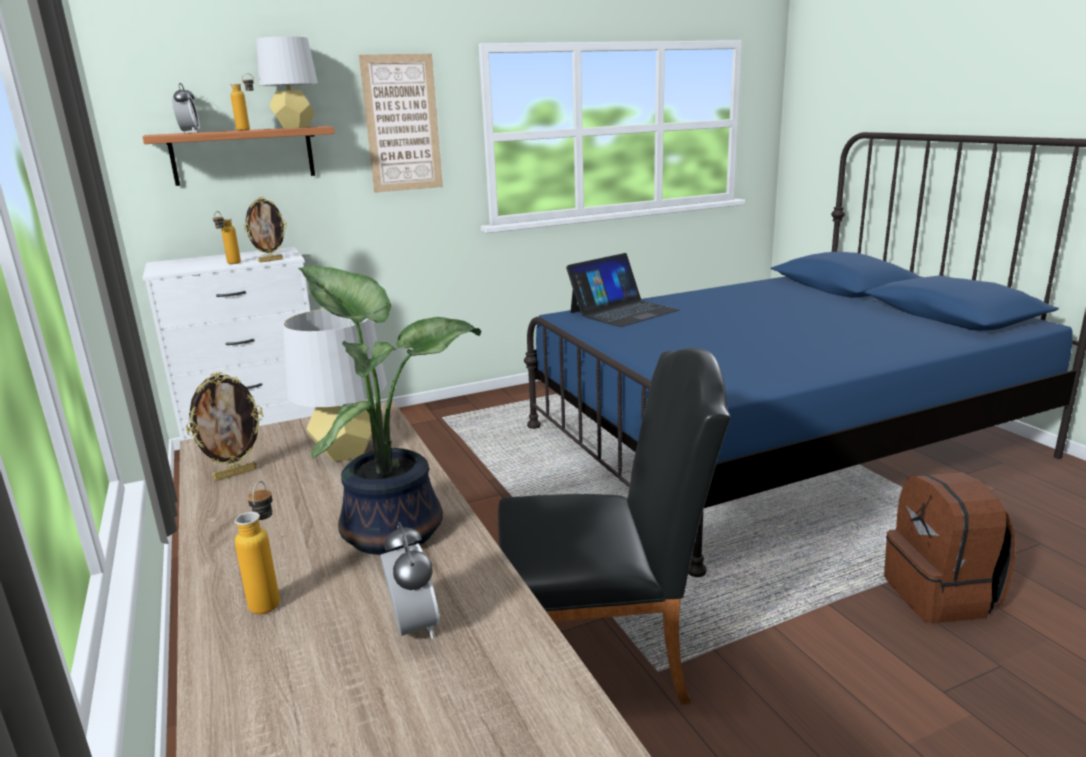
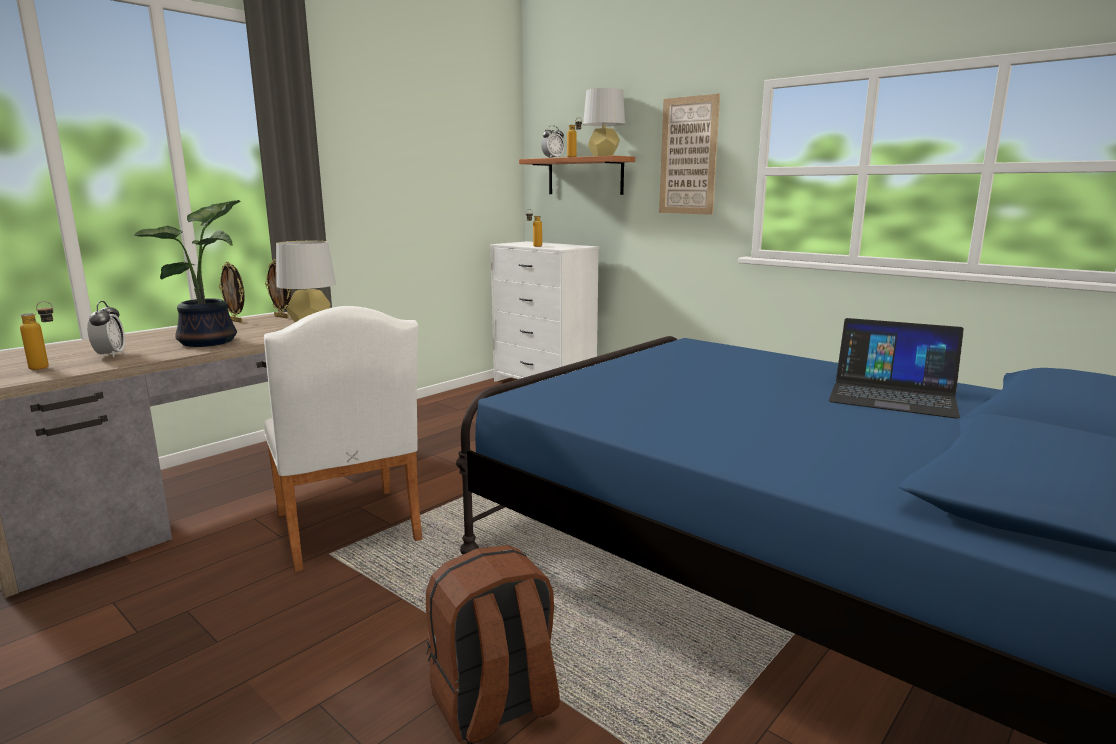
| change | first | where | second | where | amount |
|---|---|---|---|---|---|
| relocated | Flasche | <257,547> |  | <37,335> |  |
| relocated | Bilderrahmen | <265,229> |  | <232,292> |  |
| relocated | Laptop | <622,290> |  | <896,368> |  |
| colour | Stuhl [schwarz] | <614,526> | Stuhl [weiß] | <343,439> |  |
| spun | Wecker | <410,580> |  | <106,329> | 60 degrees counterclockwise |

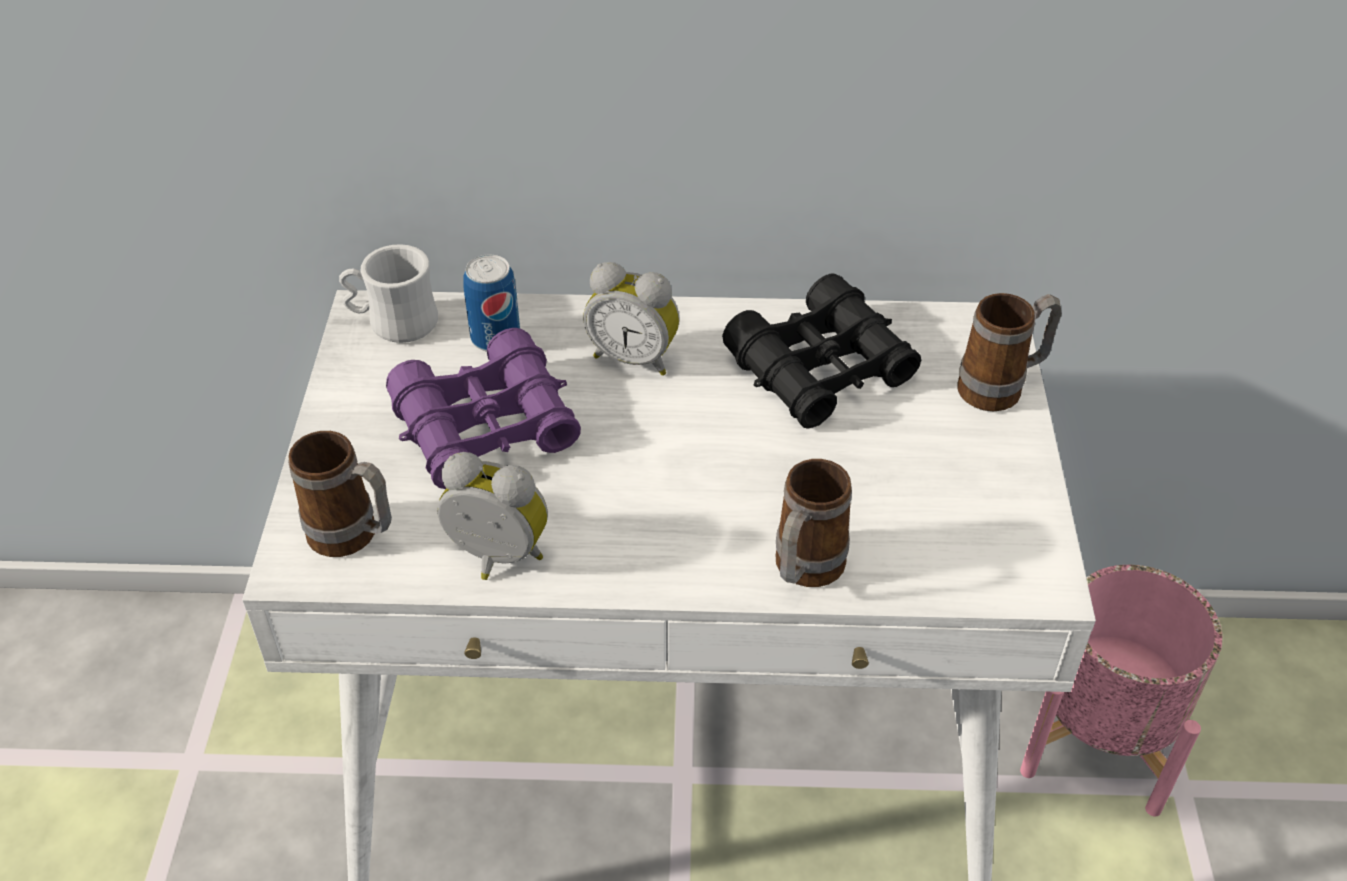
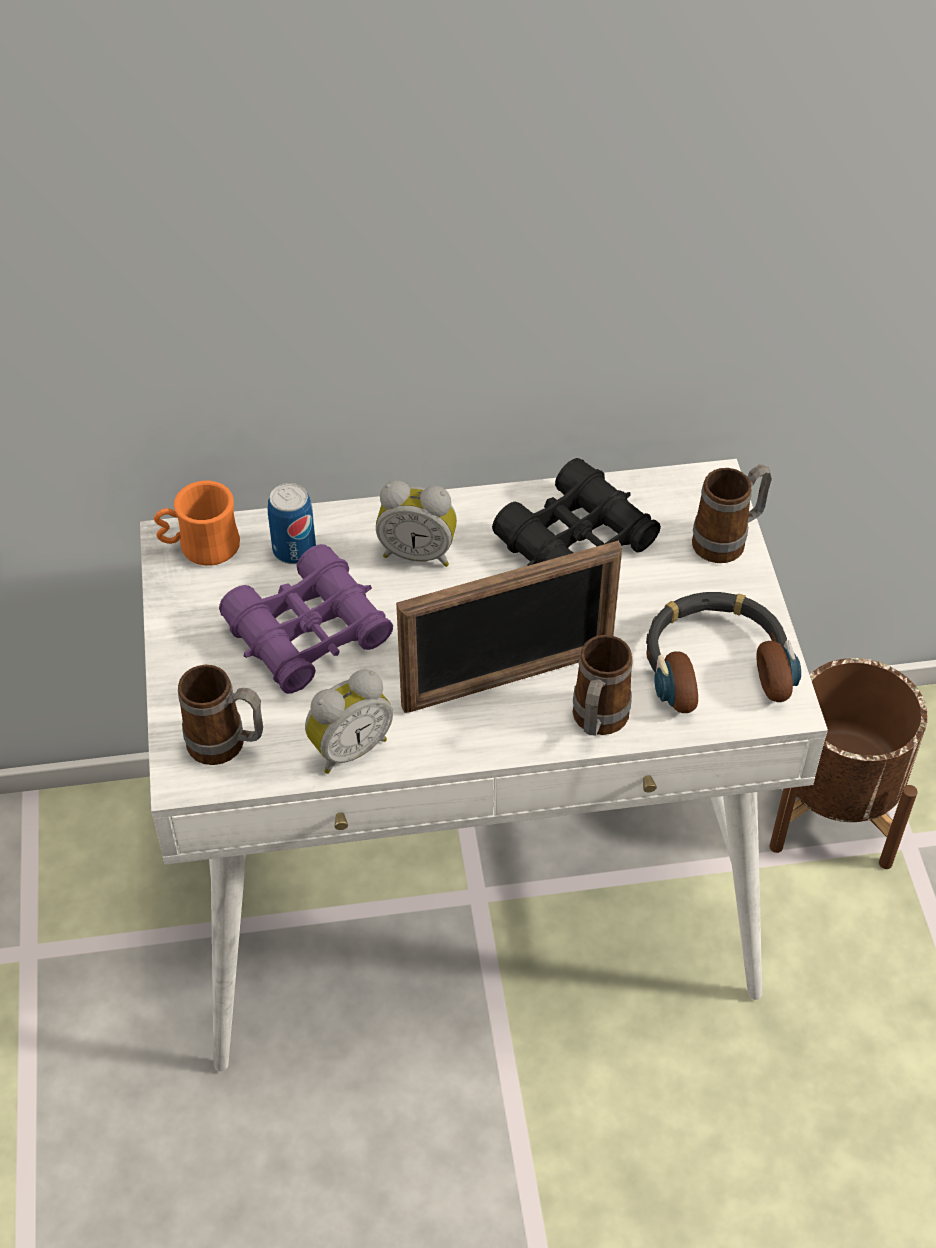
| change | first | where | second | where | amount |
|---|---|---|---|---|---|
| appeared |  |  | Bilderrahmen | <509,627> |  |
| appeared |  |  | Kopfhörer | <723,652> |  |
| colour | Henkelbecher [weiß] | <388,293> | Henkelbecher [orange] | <197,523> |  |
| colour | Pflanzkübel [rosa] | <1121,691> | Pflanzkübel [braun] | <849,763> |  |
| spun | Wecker | <492,516> |  | <349,721> | 135 degrees clockwise |

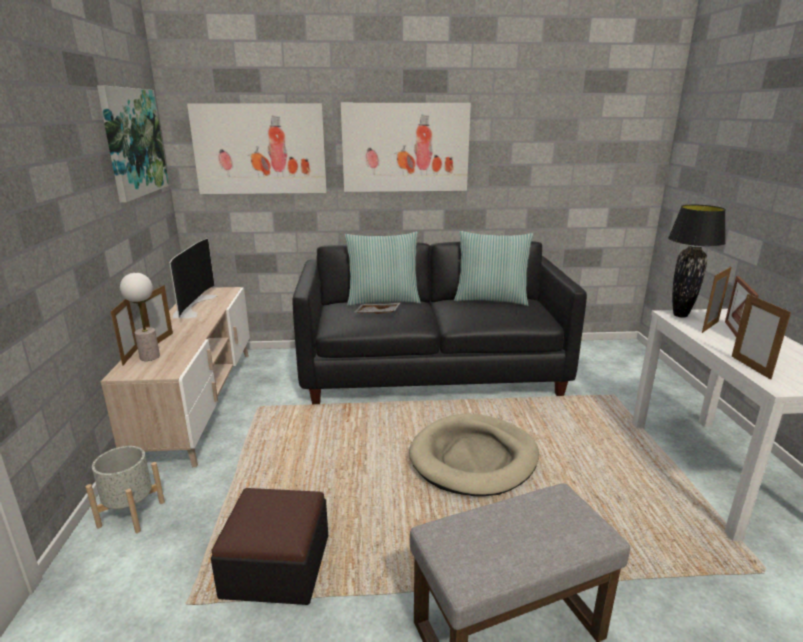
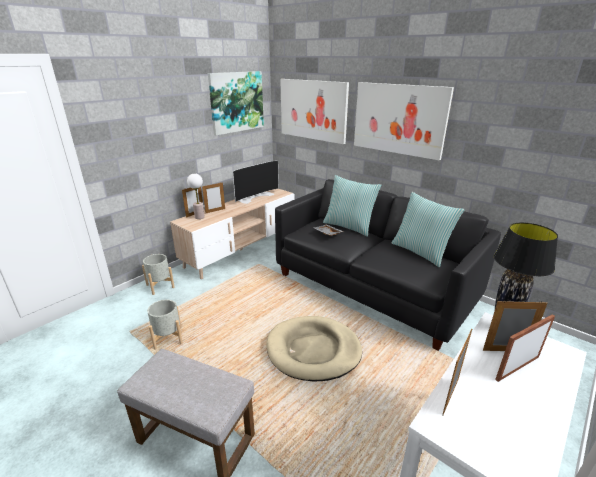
| change | first | where | second | where | amount |
|---|---|---|---|---|---|
| exchanged | Polsterhocker | <269,546> | Pflanzkübel [grau] | <165,324> |  |

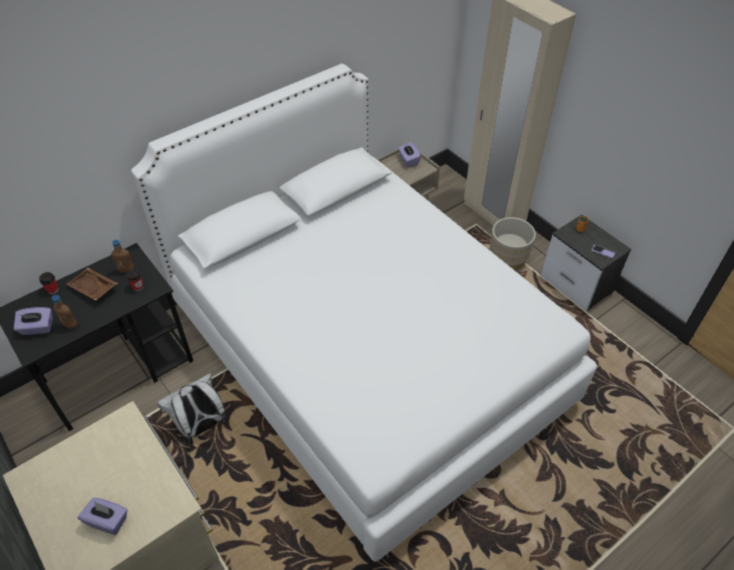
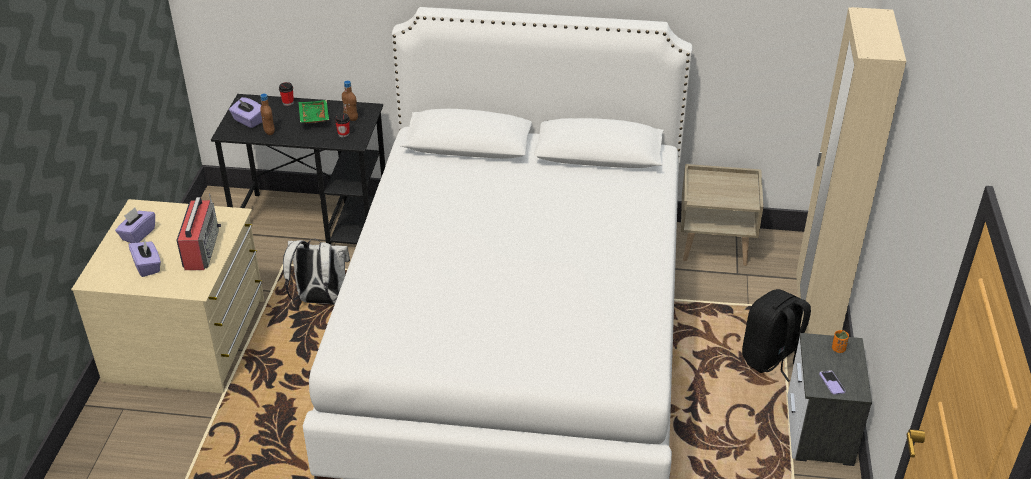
| change | first | where | second | where | amount |
|---|---|---|---|---|---|
| appeared |  |  | Radio | <198,231> |  |
| relocated | Taschentuchbox [lila] | <409,154> |  | <135,225> |  |
| exchanged | Pflanzkübel [beige] | <513,244> | Rucksack [schwarz] | <776,335> |  |
| colour | Tablett [braun] | <91,284> | Tablett [grün] | <313,111> |  |

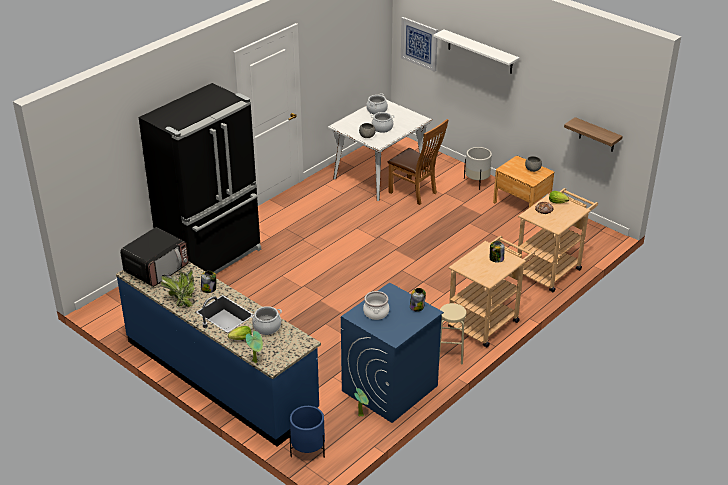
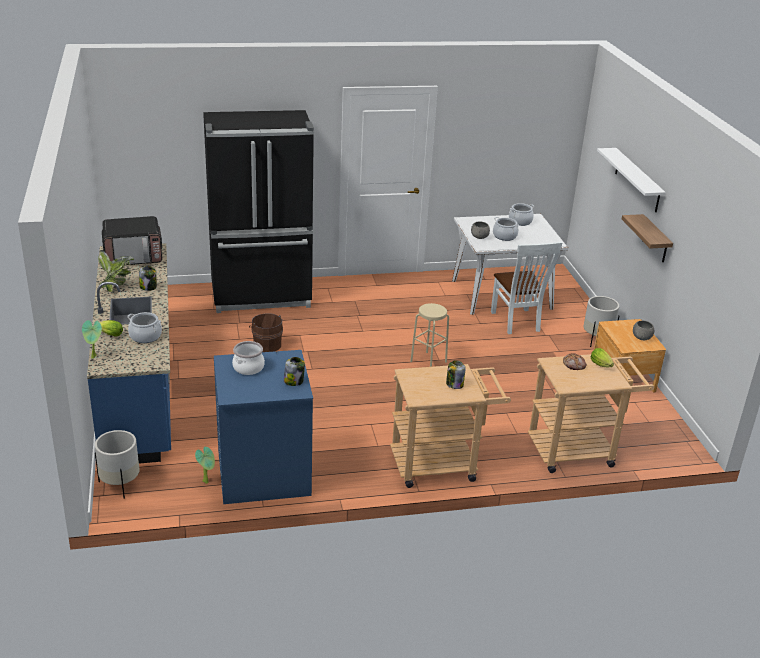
| change | first | where | second | where | amount |
|---|---|---|---|---|---|
| missing | Bild | <419,44> |  |  |  |
| appeared |  |  | Eimer [braun] | <266,333> |  |
| relocated | Hocker [beige] | <452,333> |  | <429,335> |  |
| relocated | Wandregal | <593,134> |  | <647,238> |  |
| colour | Pflanzkübel [blau] | <307,432> | Pflanzkübel [weiß] | <117,464> |  |
| colour | Stuhl [braun] | <418,162> | Stuhl [weiß] | <526,288> |  |

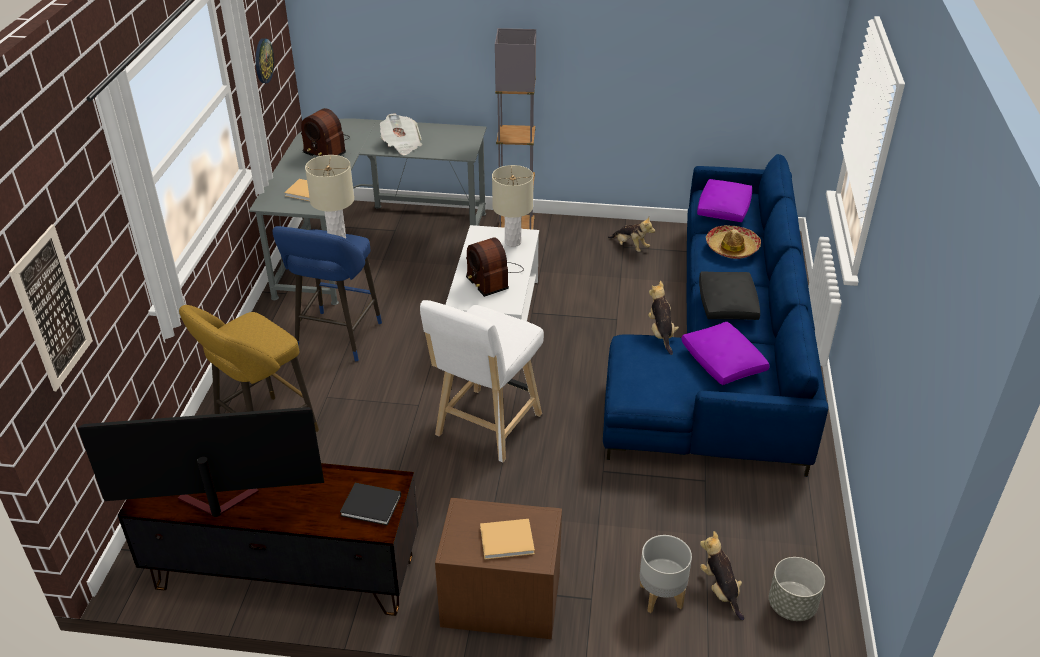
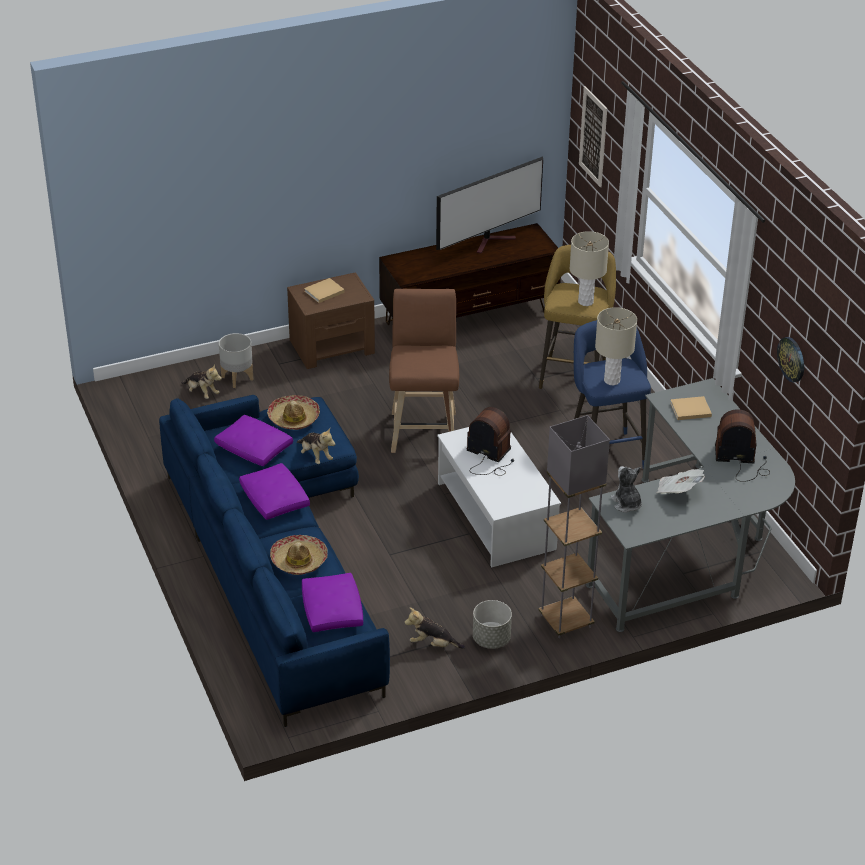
| change | first | where | second | where | amount |
|---|---|---|---|---|---|
| missing | Buch [schwarz] | <370,504> |  |  |  |
| appeared |  |  | Hut | <293,412> |  |
| appeared |  |  | Plüschtier | <626,489> |  |
| relocated | Tischlampe [beige] | <512,206> |  | <589,268> |  |
| relocated | Pflanzkübel [grau] | <797,589> |  | <492,624> |  |
| colour | Hocker [weiß] | <482,381> | Hocker [braun] | <424,371> |  |
| colour | Kissen [schwarz] | <729,296> | Kissen [lila] | <274,491> |  |

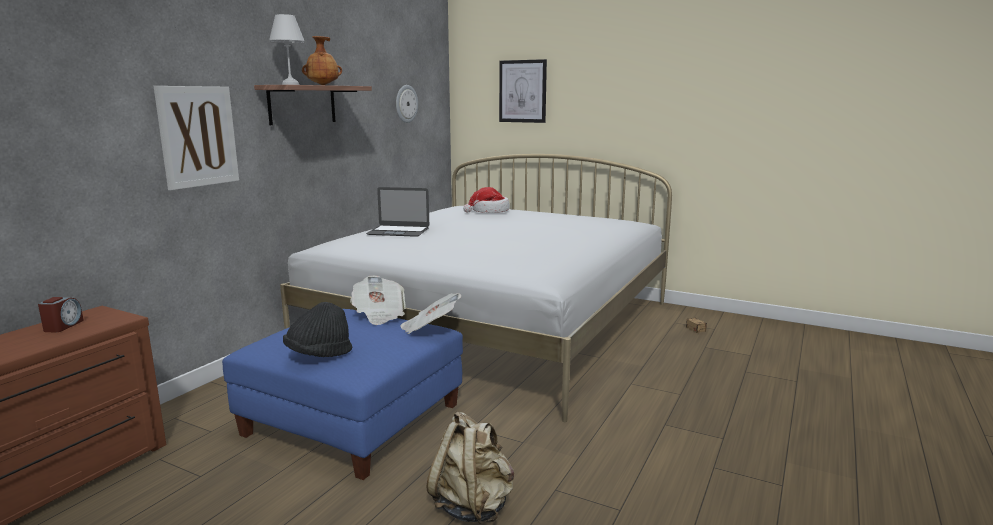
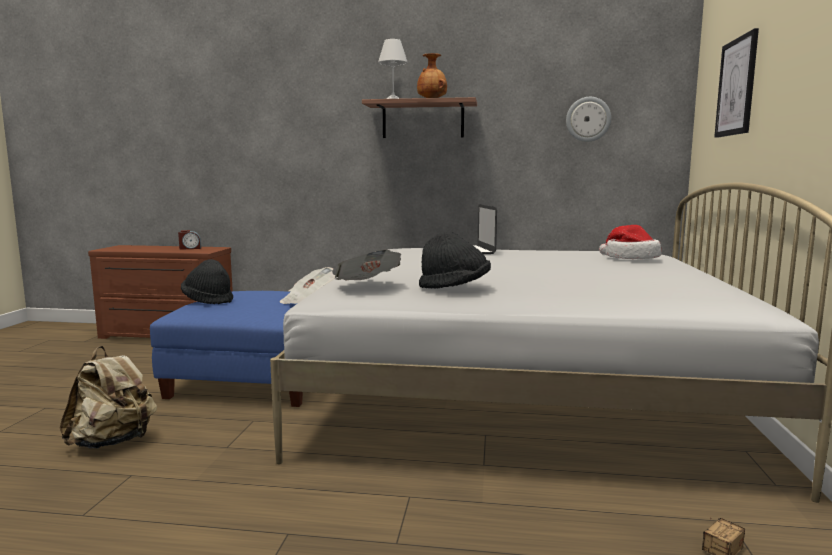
| change | first | where | second | where | amount |
|---|---|---|---|---|---|
| missing | Bild | <196,138> |  |  |  |
| appeared |  |  | Hut [schwarz] | <455,260> |  |
| relocated | Zeitung | <430,313> |  | <368,265> |  |

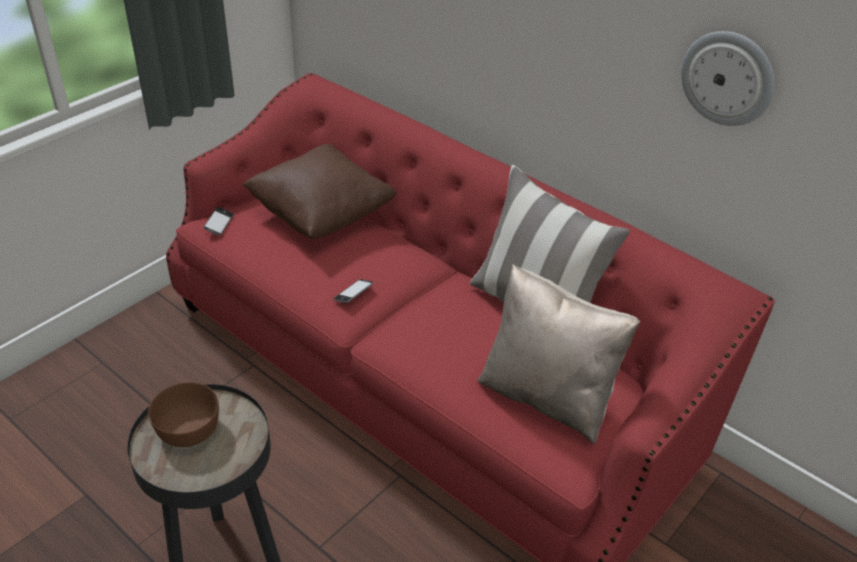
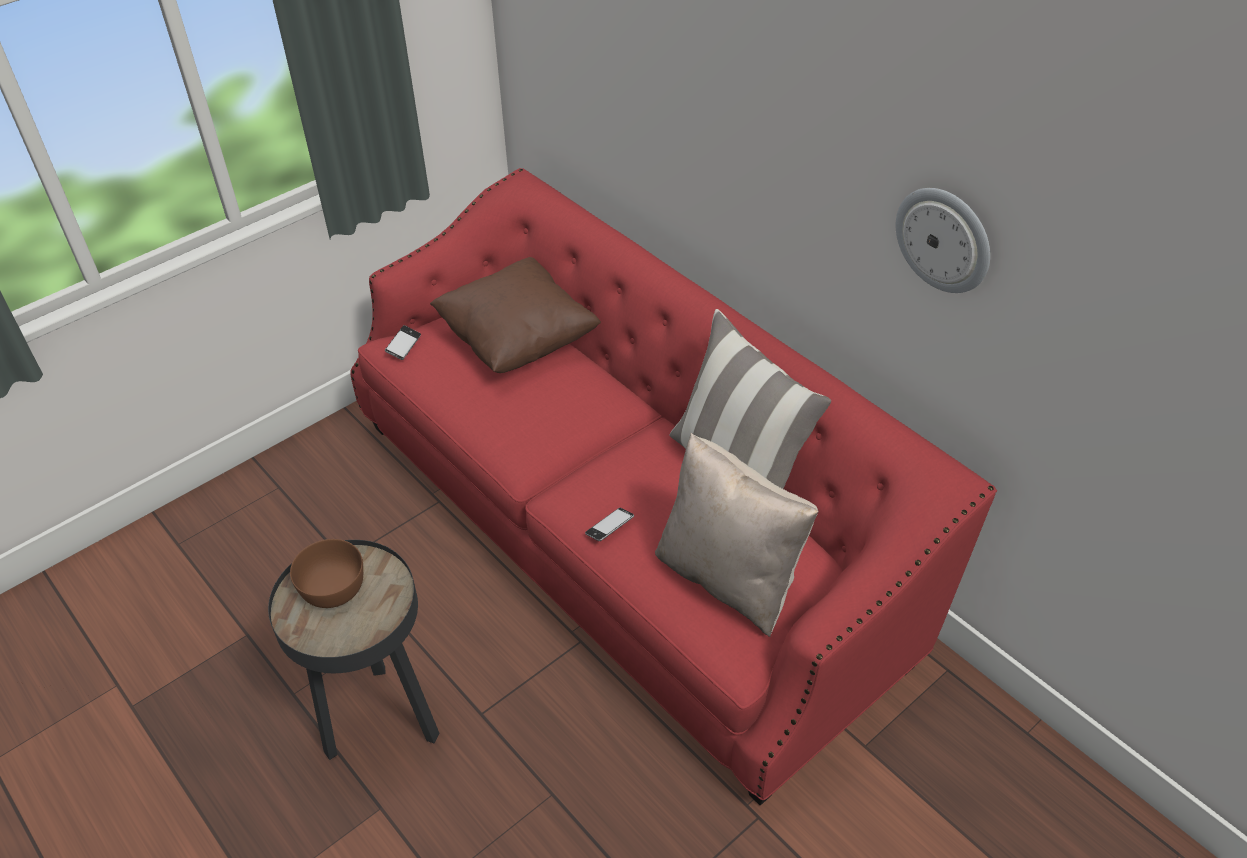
| change | first | where | second | where | amount |
|---|---|---|---|---|---|
| relocated | Handy | <353,291> |  | <609,524> |  |

